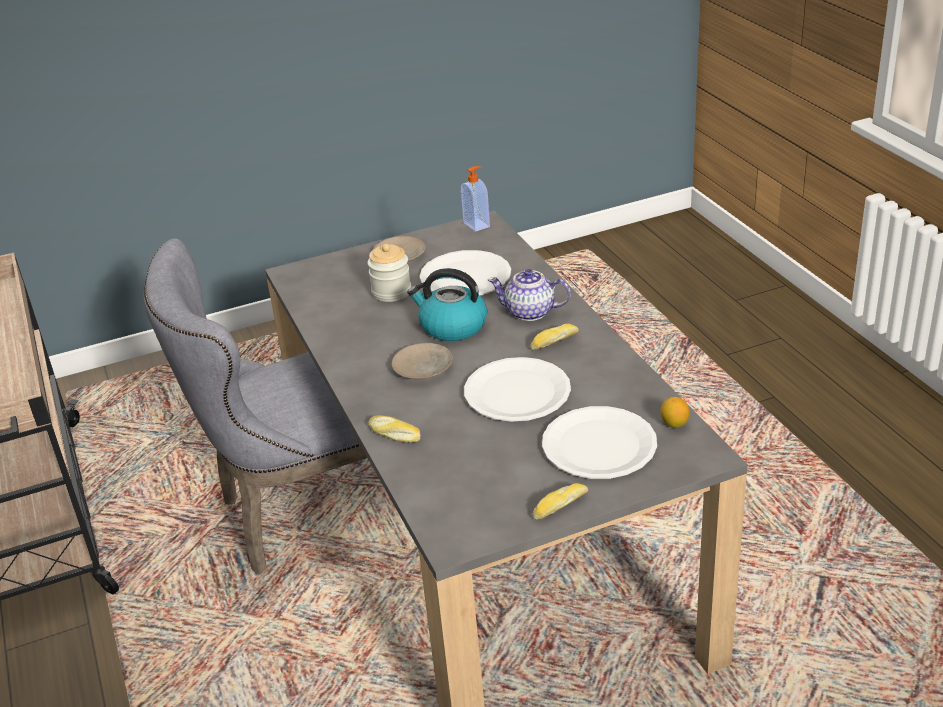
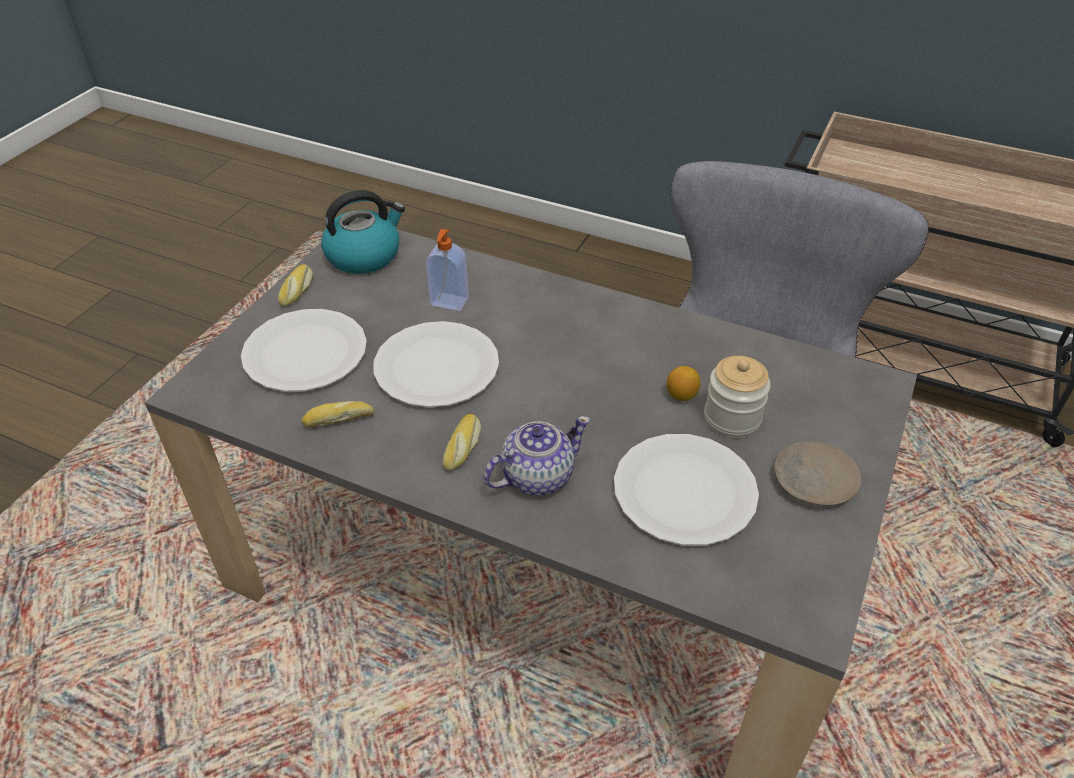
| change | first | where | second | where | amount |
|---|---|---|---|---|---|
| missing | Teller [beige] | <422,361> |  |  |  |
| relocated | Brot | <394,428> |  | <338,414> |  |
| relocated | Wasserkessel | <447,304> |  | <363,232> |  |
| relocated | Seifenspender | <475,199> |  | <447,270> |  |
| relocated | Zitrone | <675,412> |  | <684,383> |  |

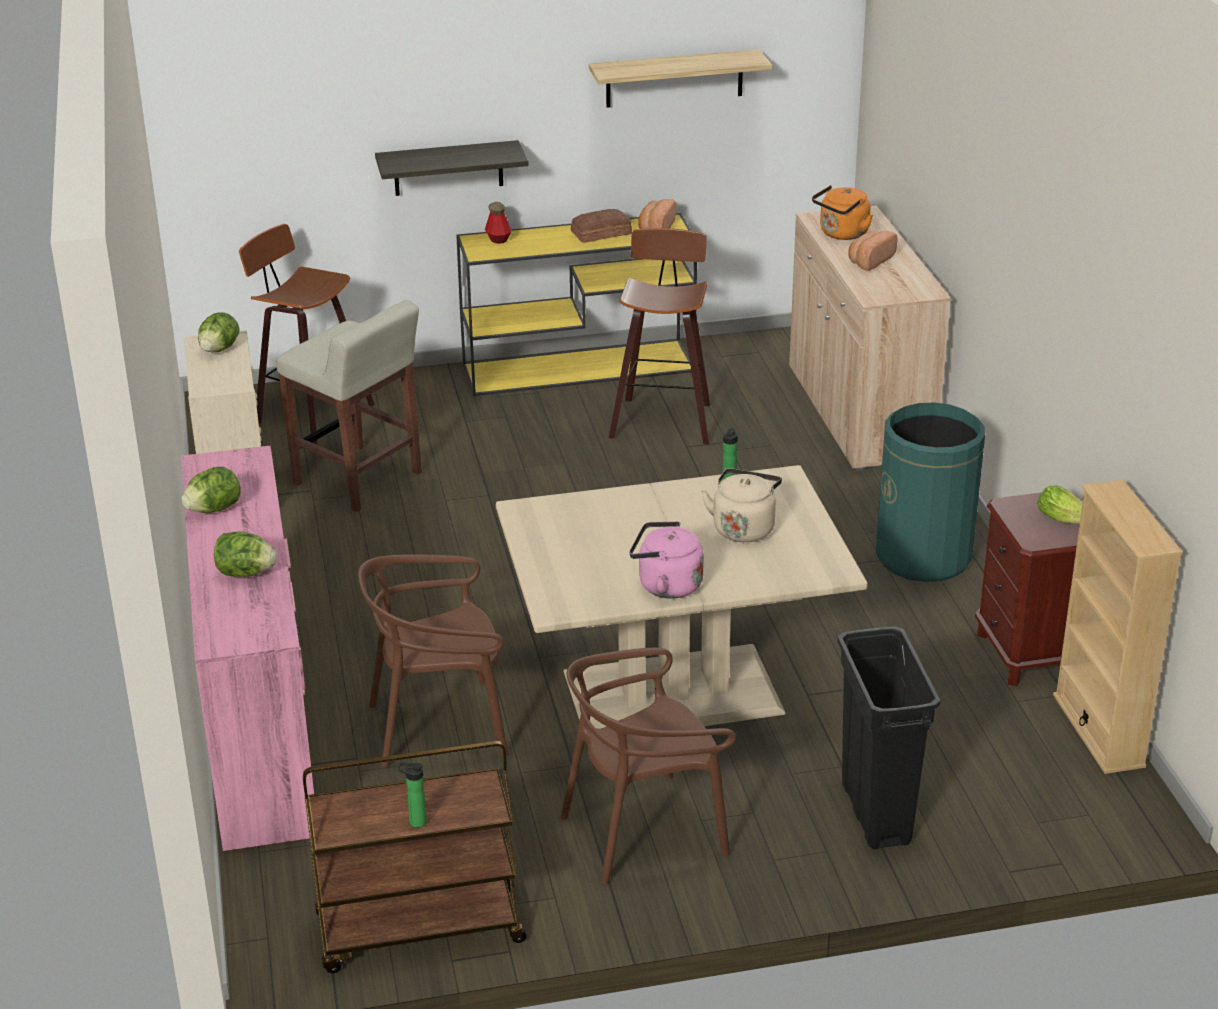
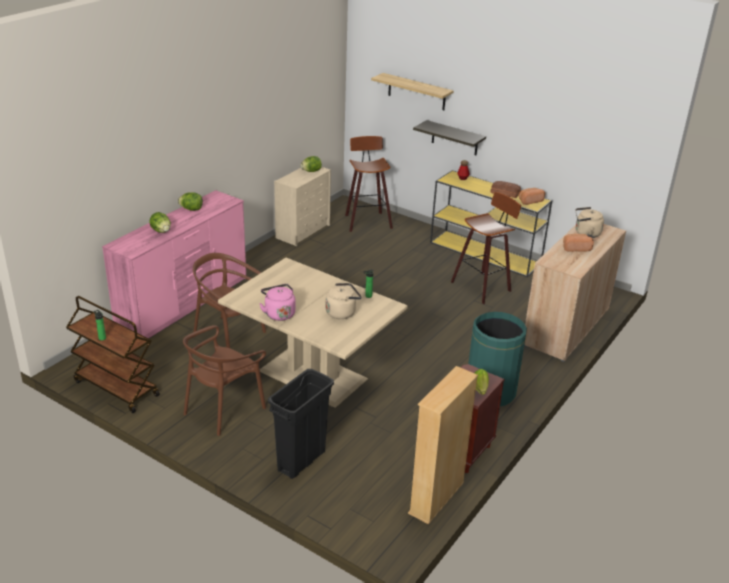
| change | first | where | second | where | amount |
|---|---|---|---|---|---|
| missing | Hocker [beige] | <349,406> |  |  |  |
| relocated | Wandregal | <680,78> |  | <412,91> |  |
| colour | Wasserkessel [orange] | <842,212> | Wasserkessel [beige] | <589,222> |  |
| spun | Stuhl [braun] | <648,766> |  | <224,380> | 75 degrees counterclockwise |

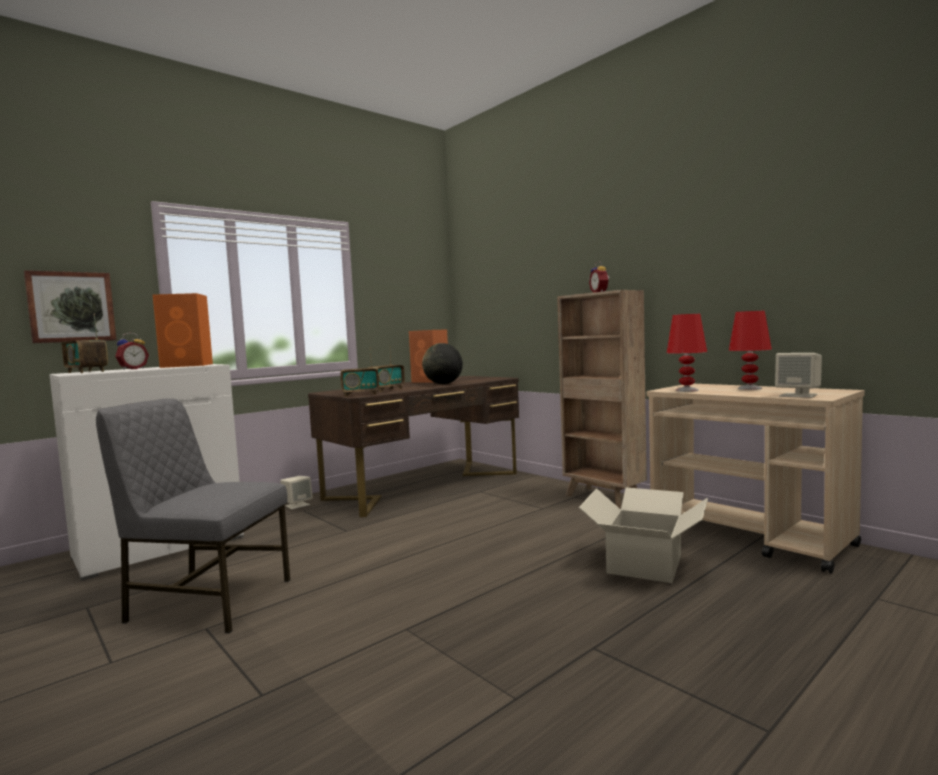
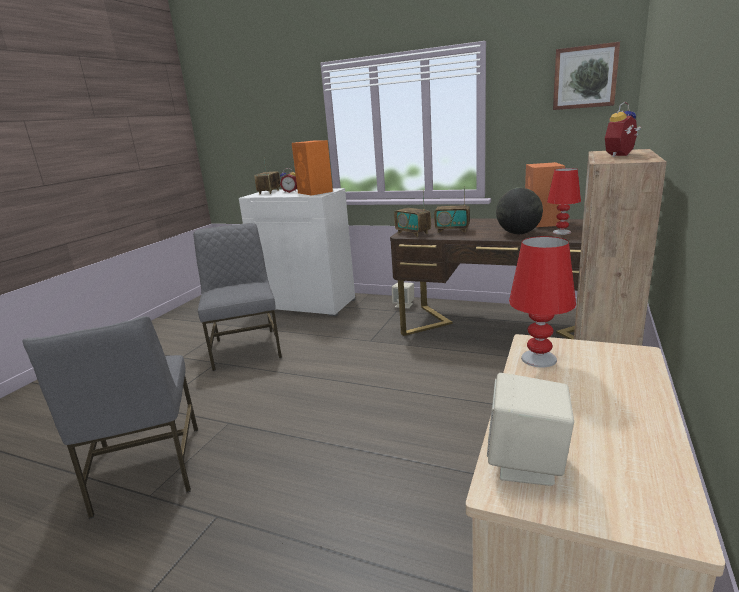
| change | first | where | second | where | amount |
|---|---|---|---|---|---|
| missing | Karton | <643,535> |  |  |  |
| appeared |  |  | Stuhl [grau] | <110,417> |  |
| relocated | Bild | <70,306> |  | <586,76> |  |
| relocated | Tischlampe [rot] | <750,350> |  | <564,201> |  |

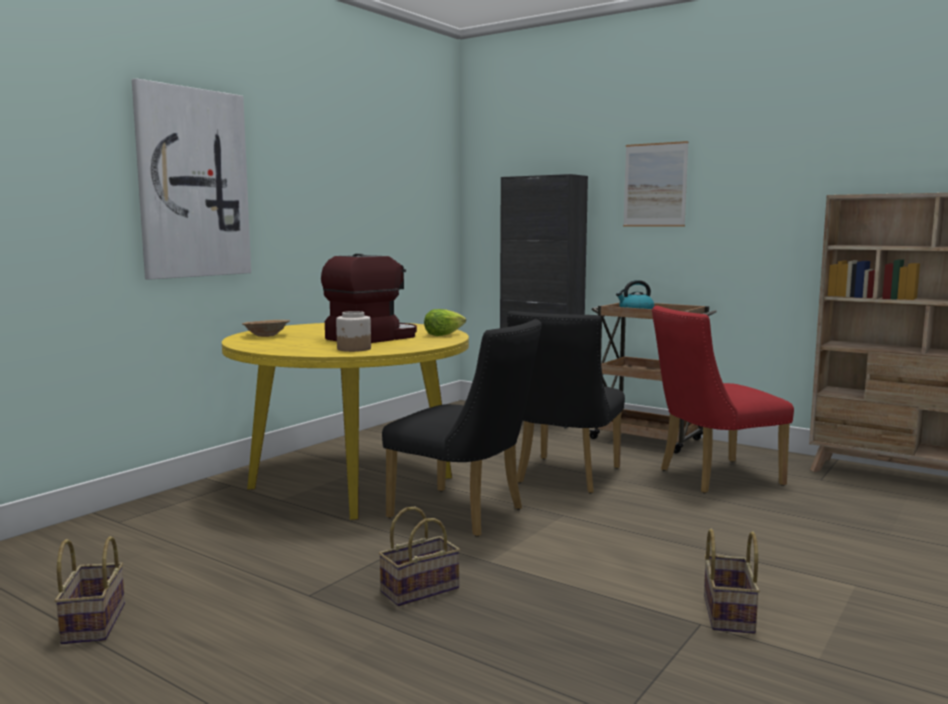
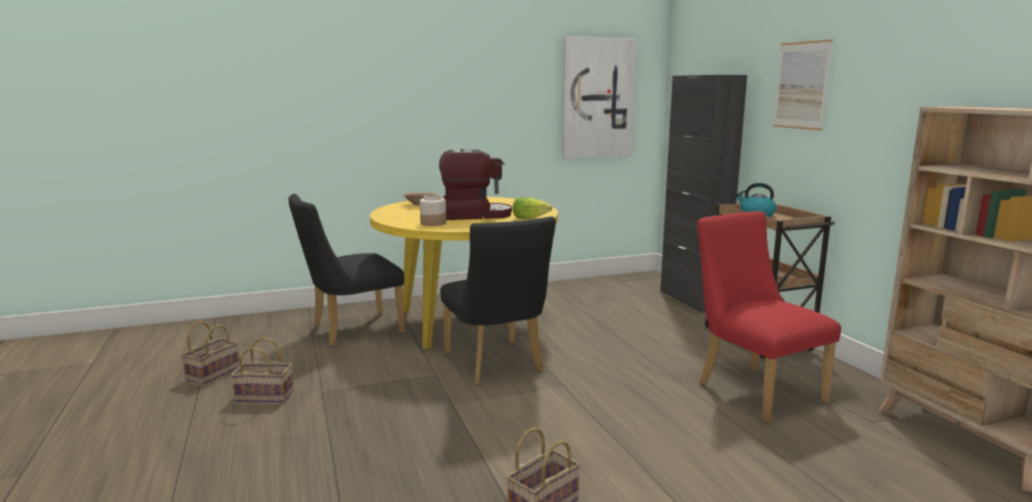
| change | first | where | second | where | amount |
|---|---|---|---|---|---|
| relocated | Bild | <191,179> |  | <599,97> |  |
| relocated | Korb | <419,556> |  | <262,370> |  |
| relocated | Stuhl [schwarz] | <566,402> |  | <346,270> |  |
| spun | Stuhl [rot] | <723,399> |  | <769,317> | 45 degrees clockwise |

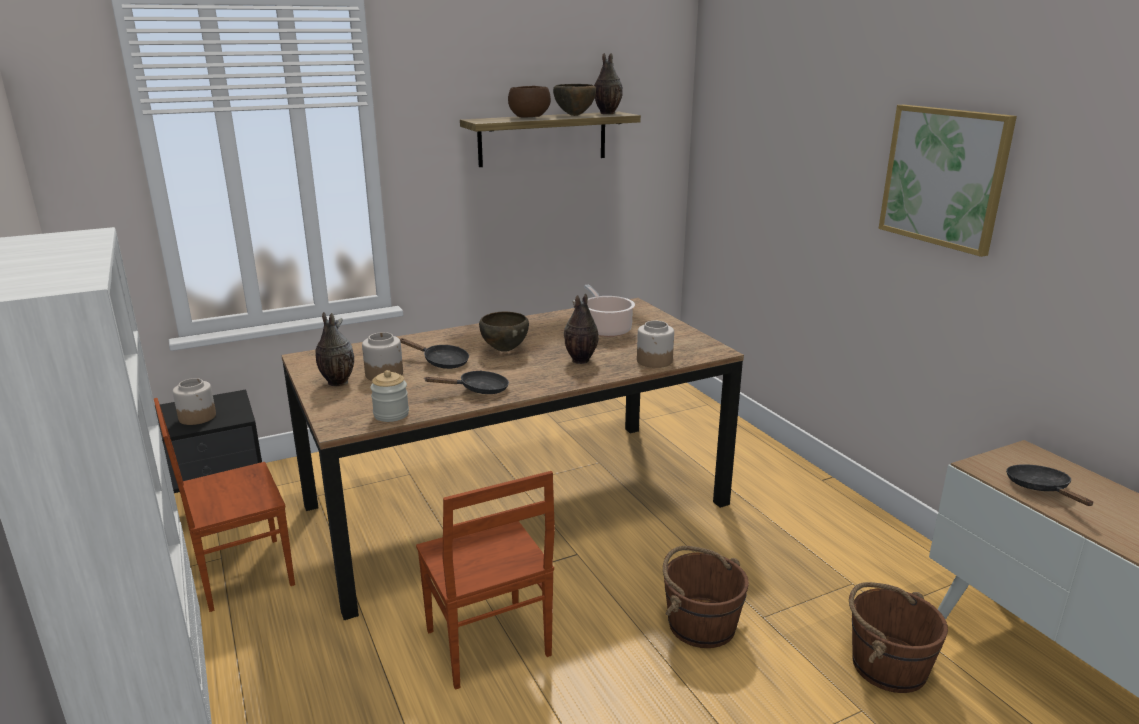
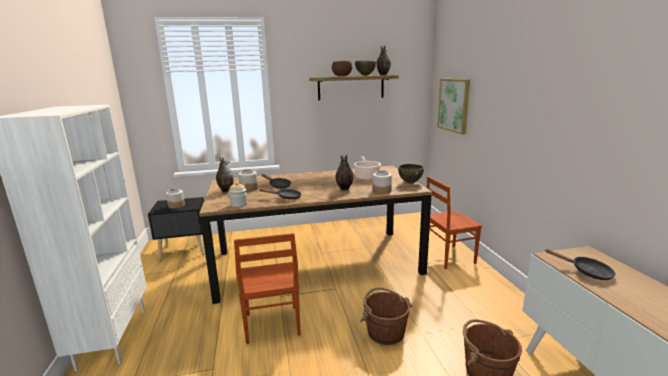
| change | first | where | second | where | amount |
|---|---|---|---|---|---|
| relocated | Stuhl [braun] | <224,505> |  | <454,223> |  |
| relocated | Schüssel [braun] | <504,331> |  | <411,173> |  |
| relocated | Bild | <947,181> |  | <453,106> |  |
| spun | Pfanne [schwarz] | <1050,485> |  | <580,264> | 120 degrees clockwise |

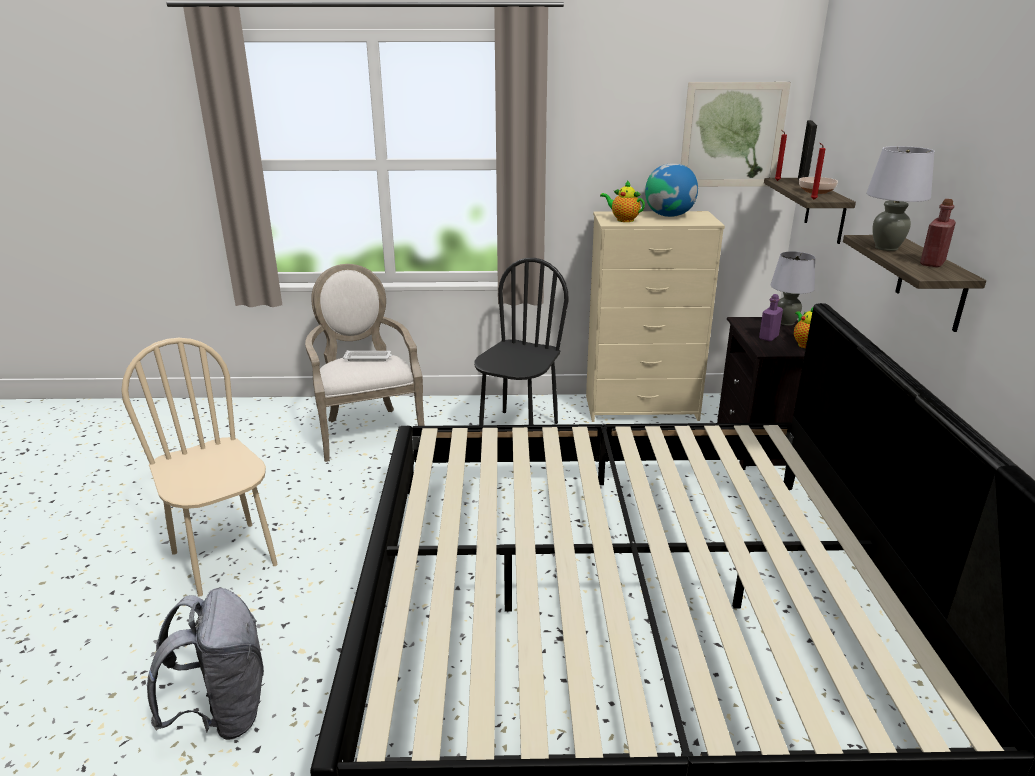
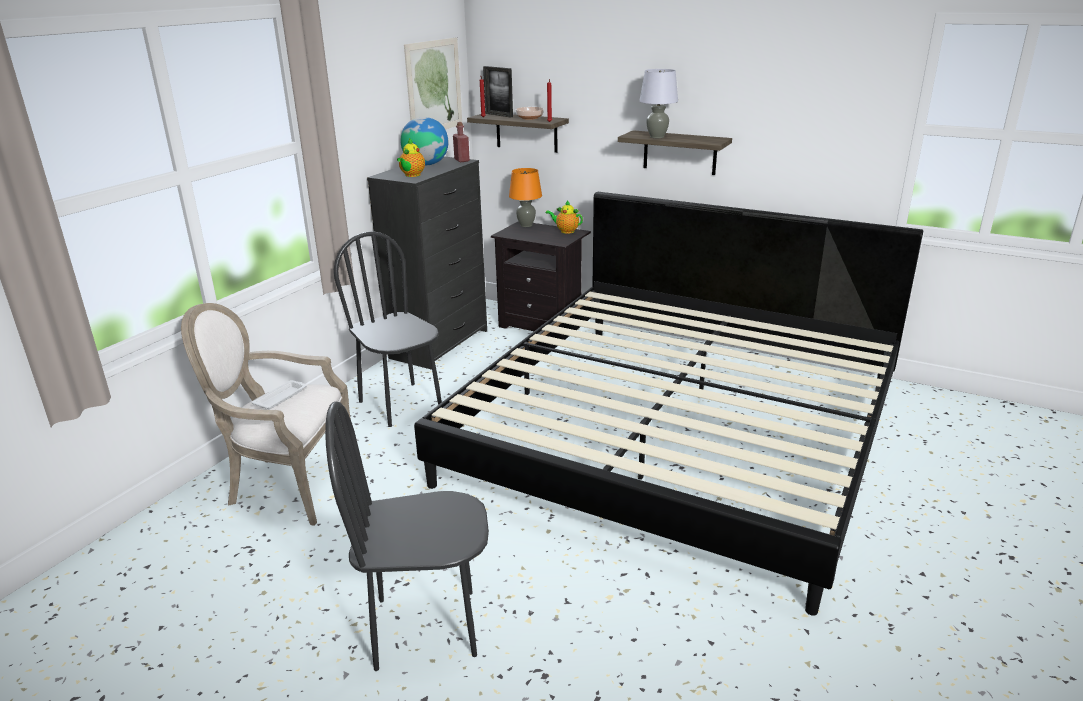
| change | first | where | second | where | amount |
|---|---|---|---|---|---|
| missing | Rucksack [grau] | <205,664> |  |  |  |
| missing | Flasche [lila] | <771,317> |  |  |  |
| relocated | Flasche [rot] | <938,233> |  | <461,142> |  |
| colour | Stuhl [beige] | <199,467> | Stuhl [schwarz] | <407,536> |  |
| colour | Kommode [beige] | <655,316> | Kommode [schwarz] | <427,263> |  |
| colour | Tischlampe [grau] | <793,289> | Tischlampe [orange] | <525,197> |  |
| spun | Teekanne | <622,201> |  | <411,157> | 45 degrees counterclockwise |

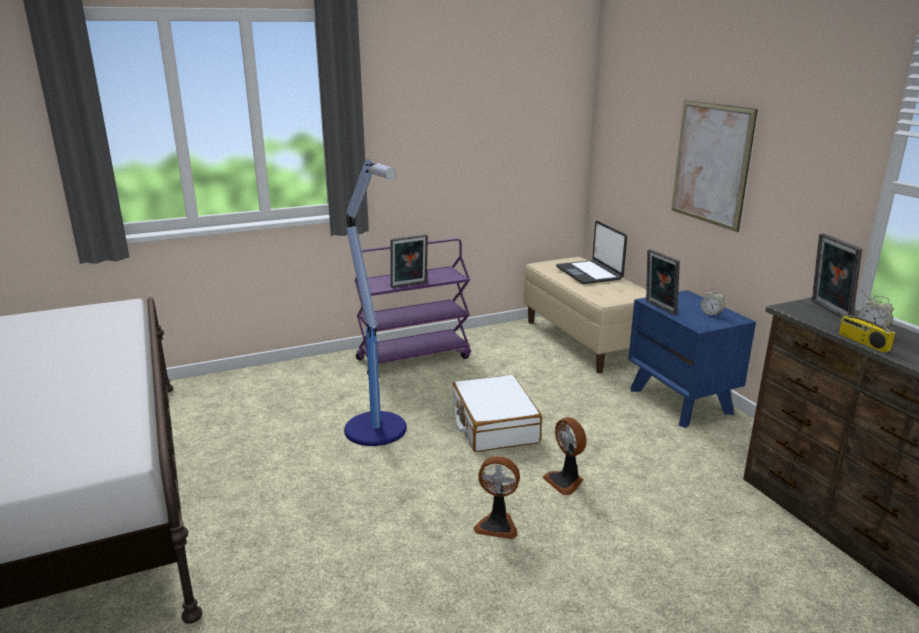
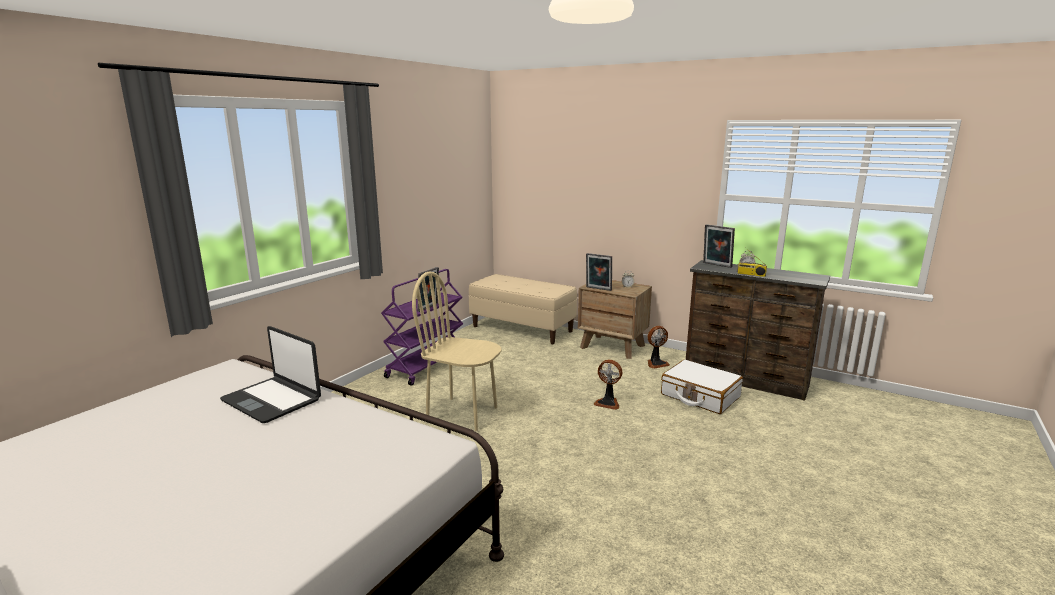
| change | first | where | second | where | amount |
|---|---|---|---|---|---|
| missing | Bild | <714,166> |  |  |  |
| relocated | Koffer [weiß] | <497,413> |  | <702,386> |  |
| relocated | Ventilator | <496,497> |  | <658,347> |  |
| relocated | Laptop | <591,252> |  | <270,374> |  |
| exchanged | Stehlampe | <375,302> | Stuhl [beige] | <457,351> |  |
| colour | Nachttisch [blau] | <692,359> | Nachttisch [braun] | <615,319> |  |

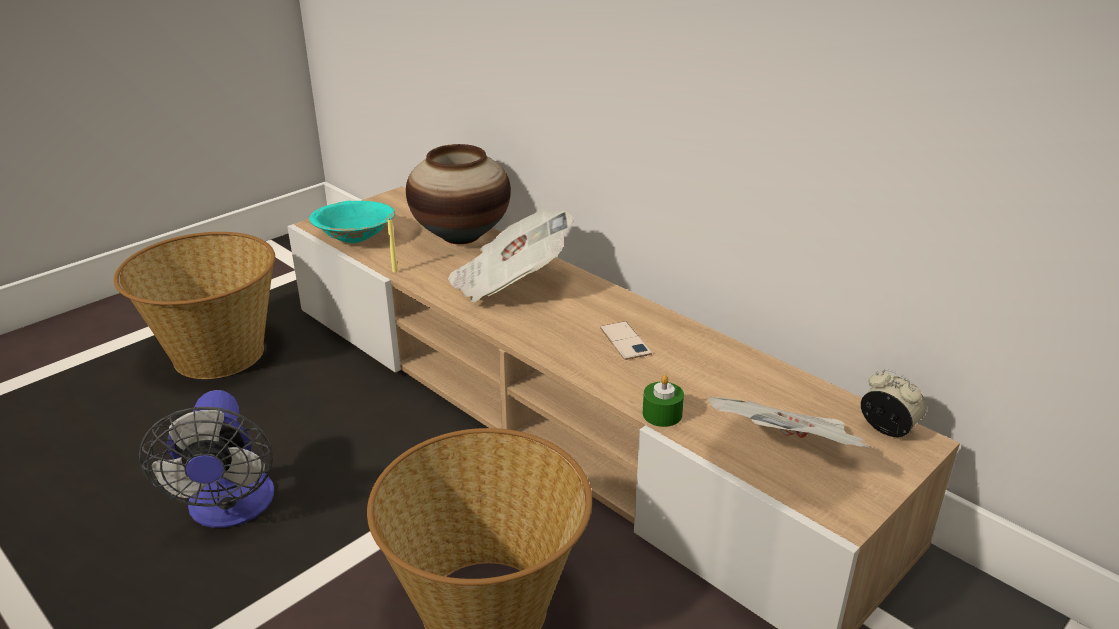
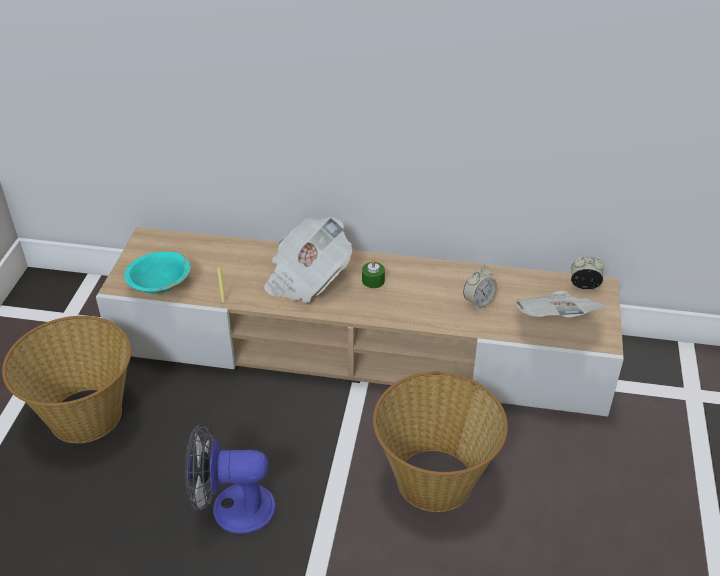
| change | first | where | second | where | amount |
|---|---|---|---|---|---|
| missing | Vase | <458,194> |  |  |  |
| missing | Handy | <626,340> |  |  |  |
| appeared |  |  | Wecker | <480,288> |  |
| relocated | Kerze [grün] | <663,401> |  | <373,273> |  |
| spun | Ventilator | <206,459> |  | <230,479> | 135 degrees clockwise |

